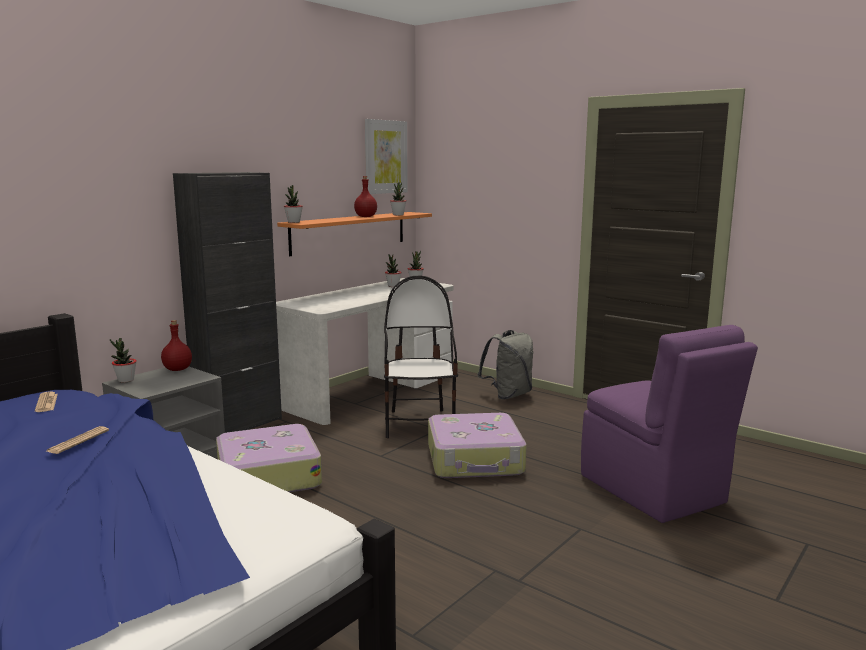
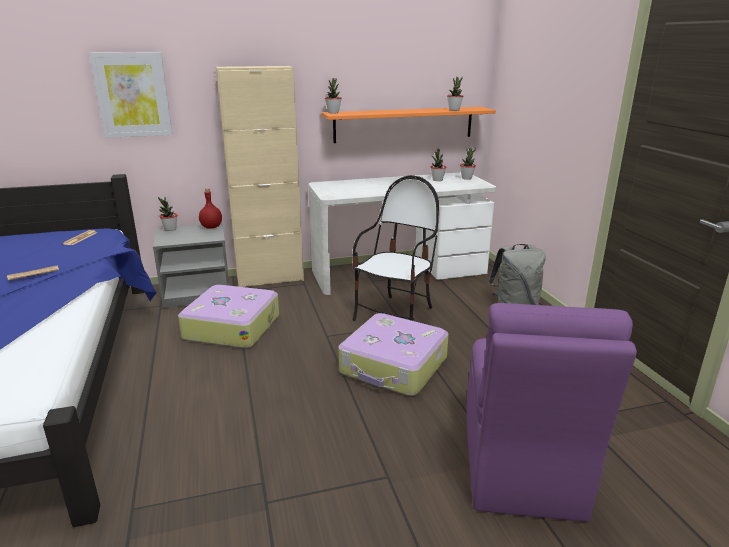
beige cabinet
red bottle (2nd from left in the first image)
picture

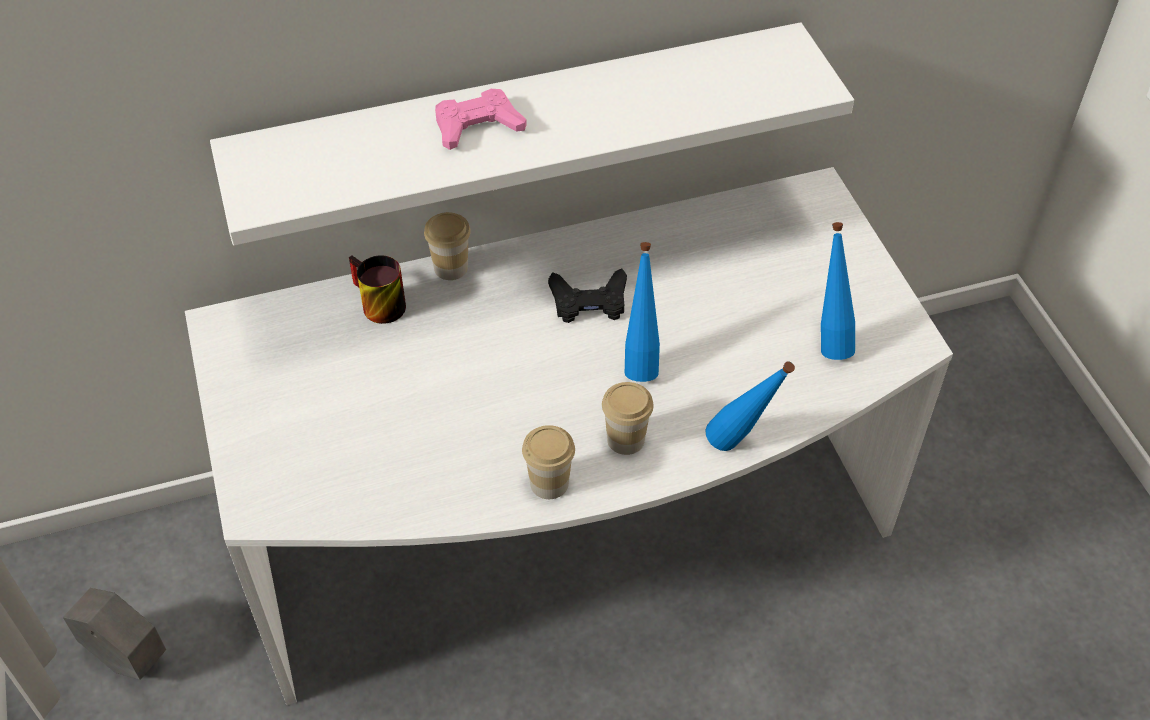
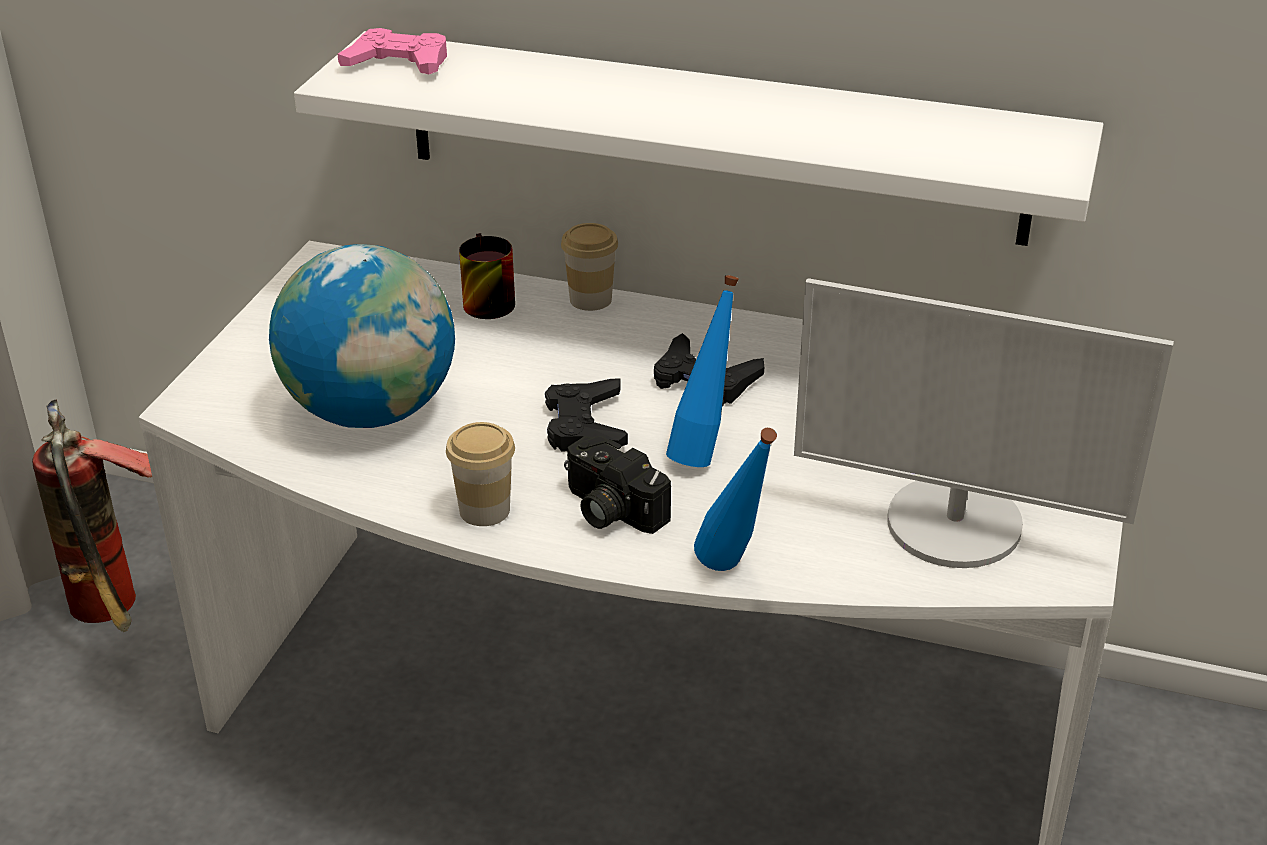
fire extinguisher
pink game controller
photo camera
monitor
globe
black game controller (1st from left)

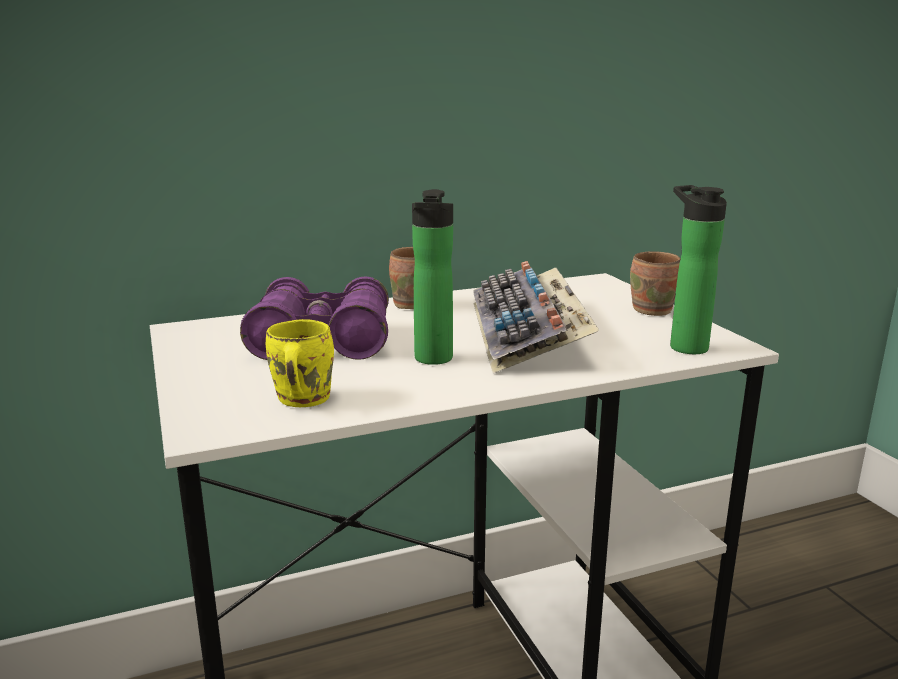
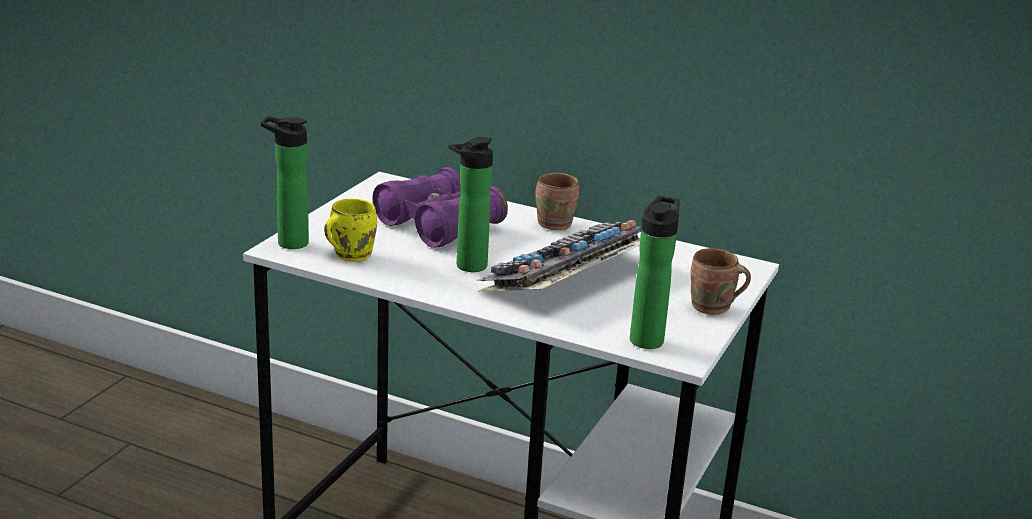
bottle (1st from left)

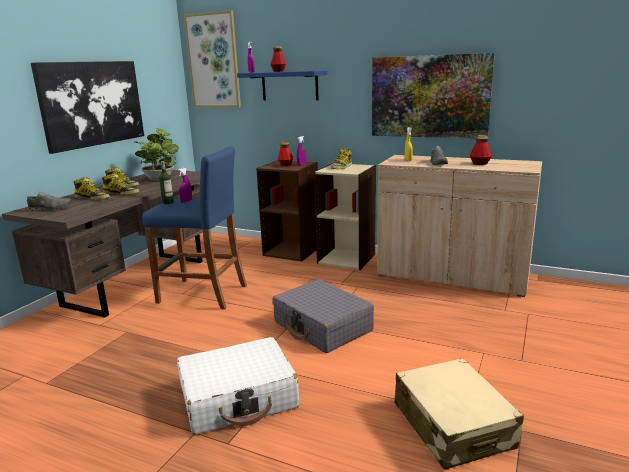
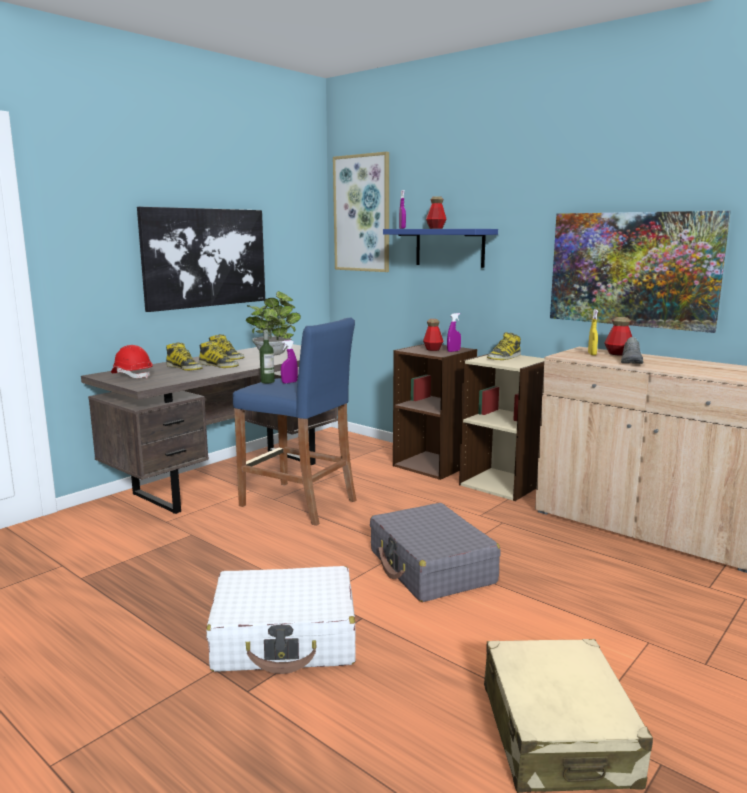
red hard hat
bottle (4th from left)

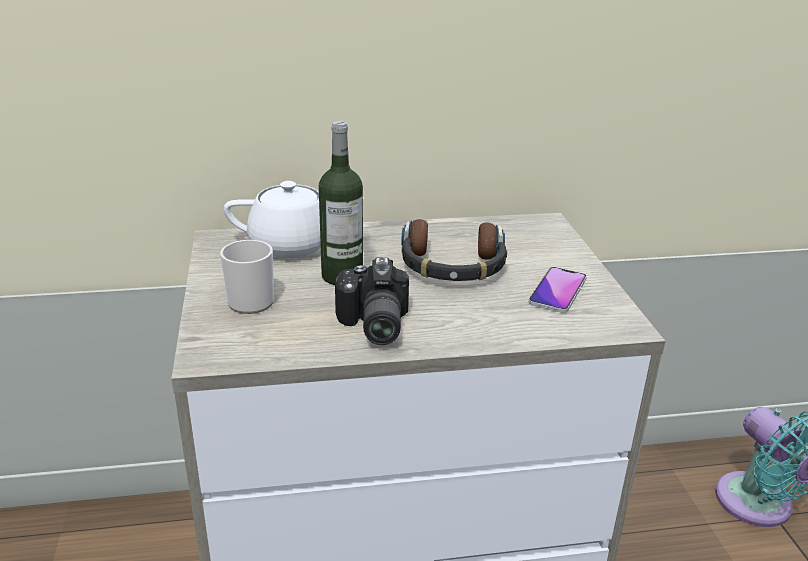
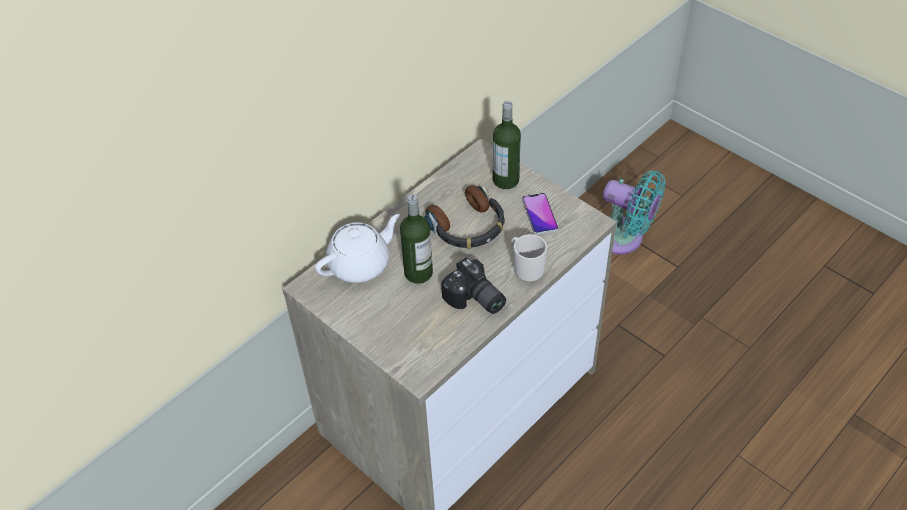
mug
bottle (2nd from left)

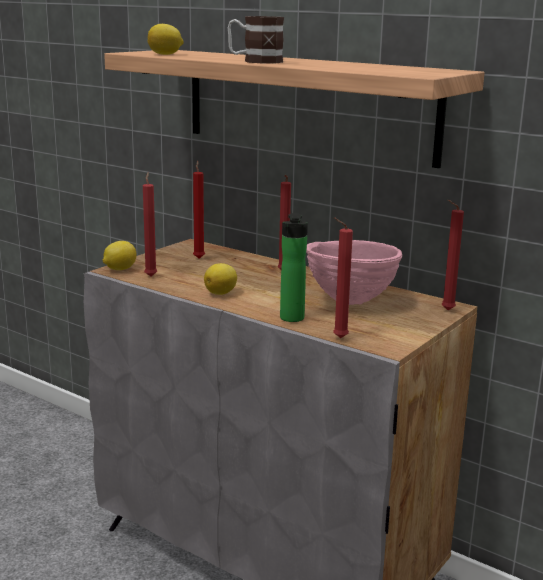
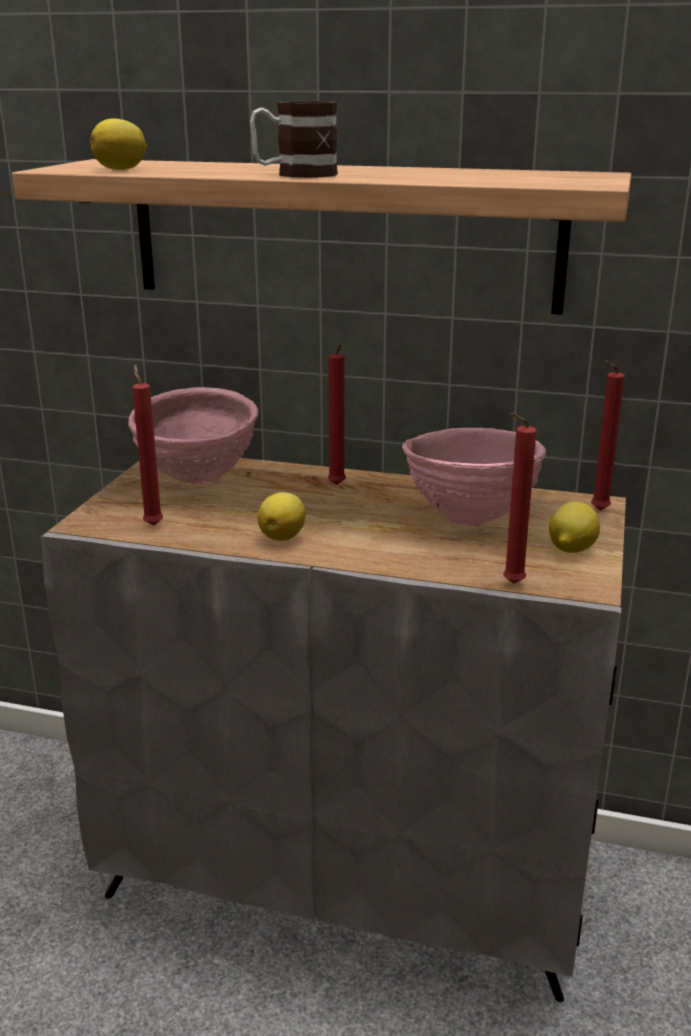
lemon (3rd from left)
pink bowl (1st from left)
bottle

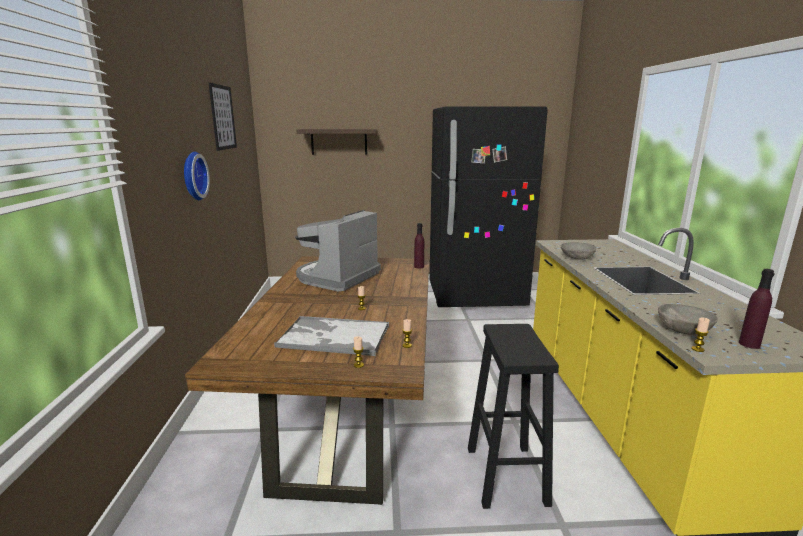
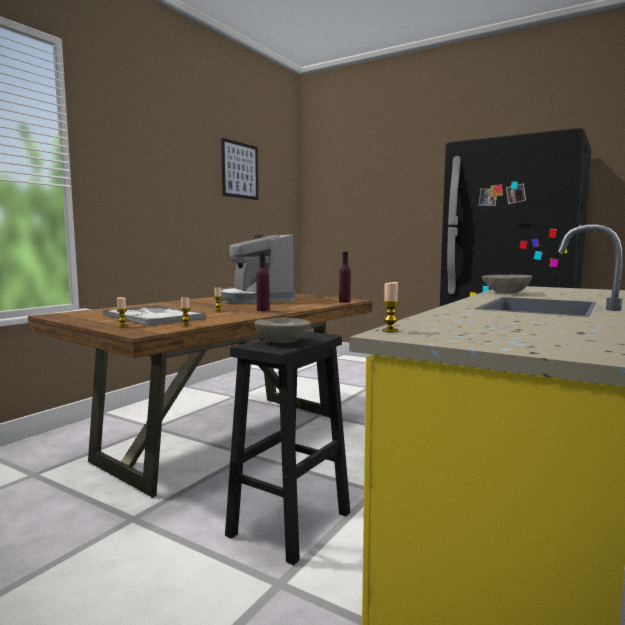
wall clock
coffee machine
shelf
grey bowl (1st from left)
purple bottle (1st from left)

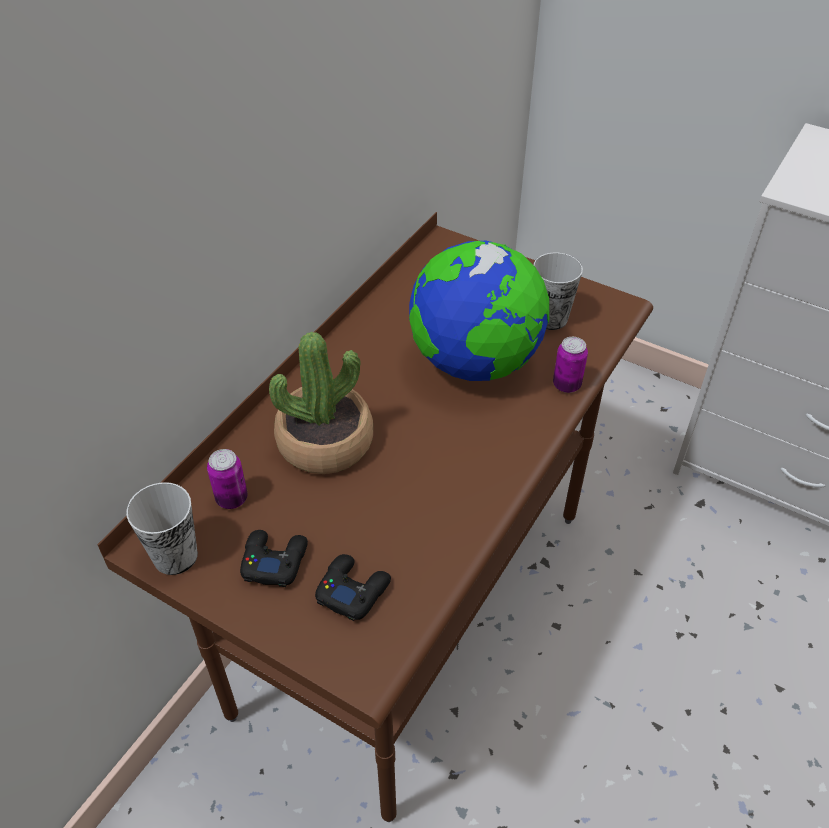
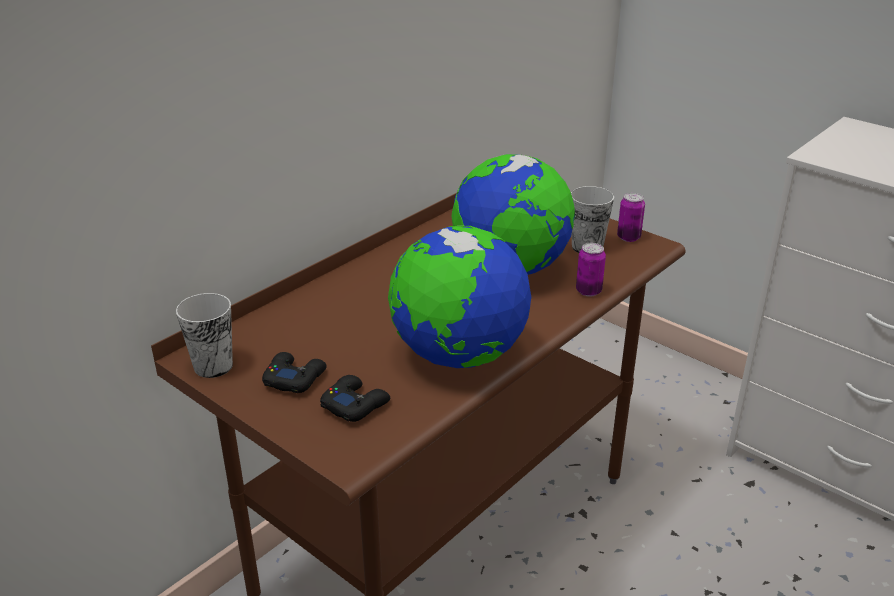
can (2nd from left)
potted plant
globe (1st from left)

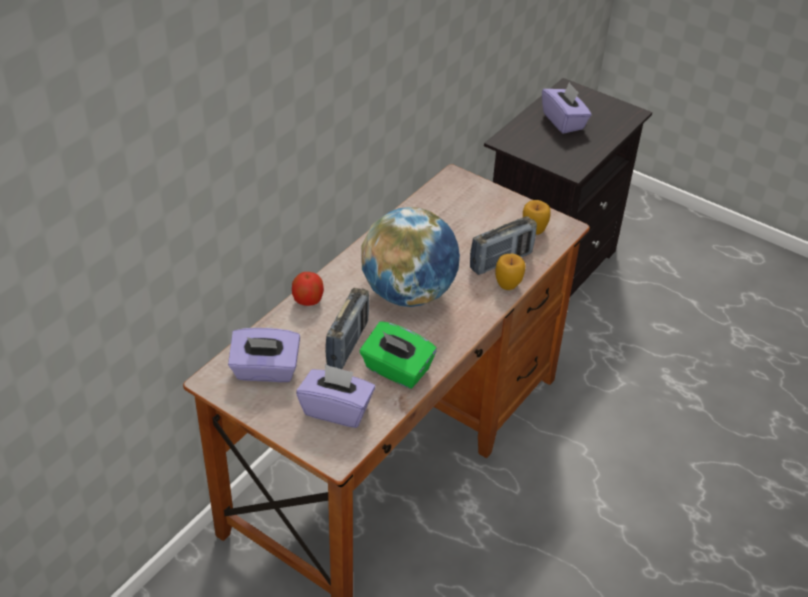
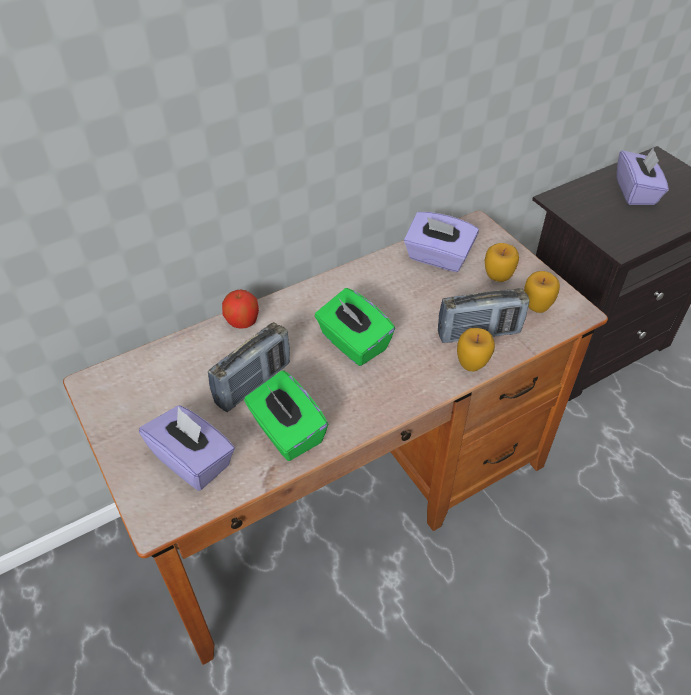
purple tissue box (2nd from left)
green tissue box (2nd from left)
apple (3rd from left)

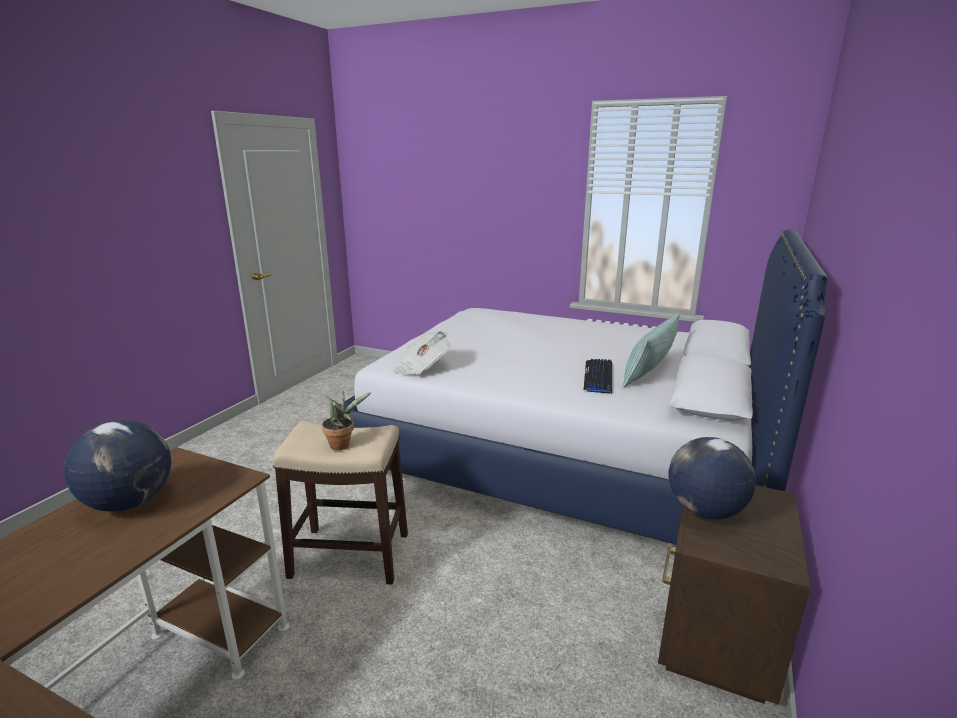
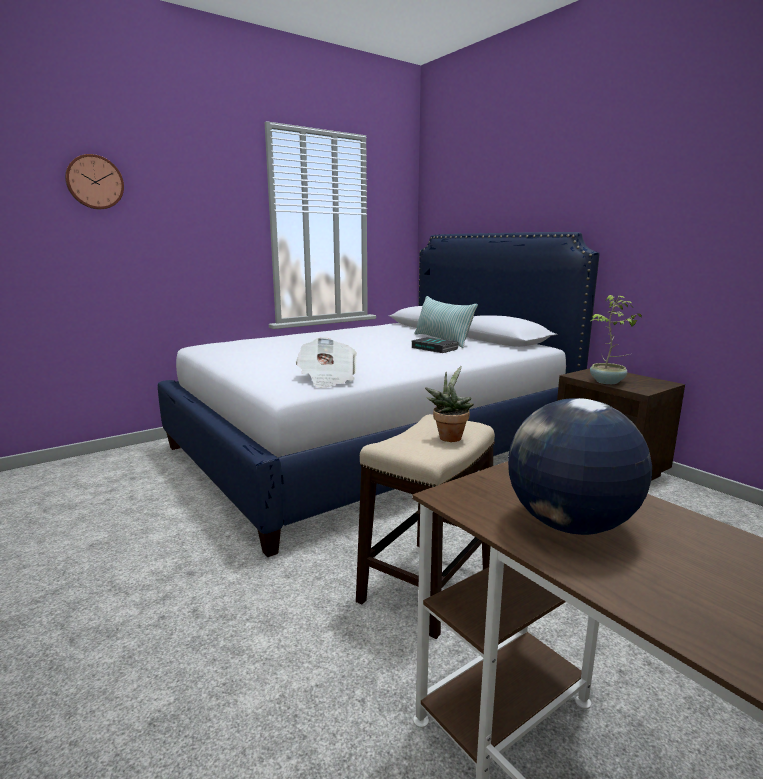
book
potted plant (2nd from left)
wall clock

